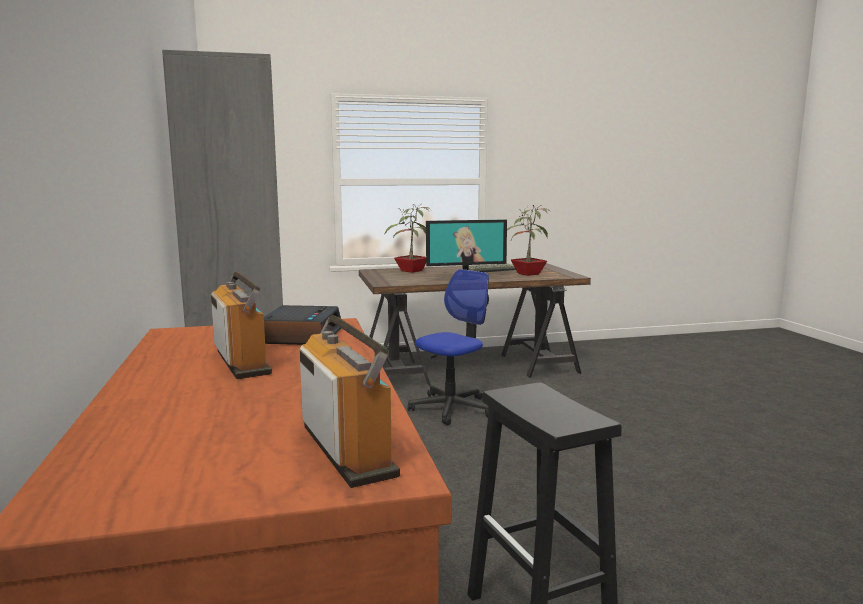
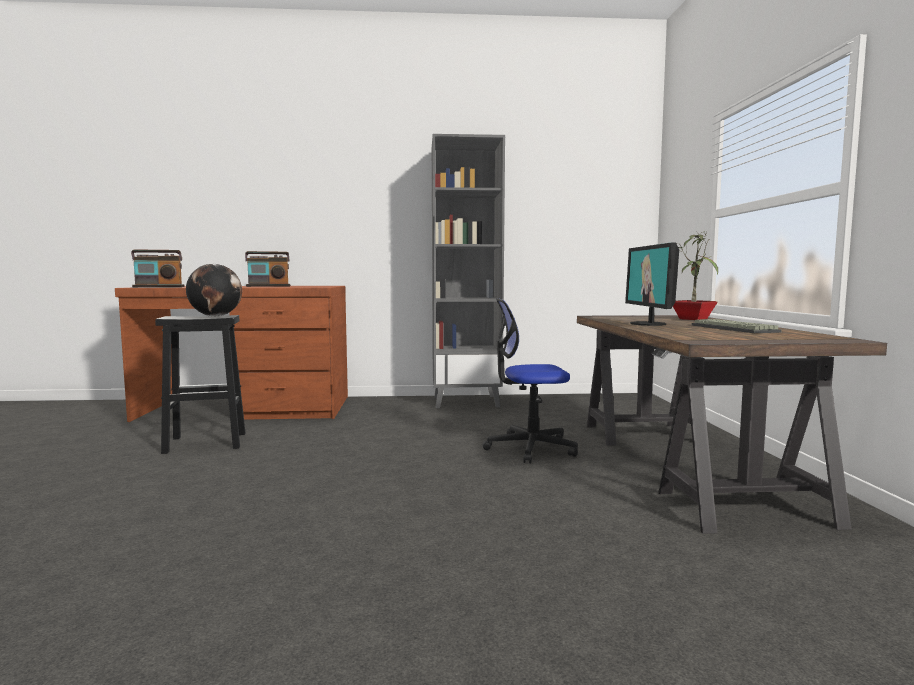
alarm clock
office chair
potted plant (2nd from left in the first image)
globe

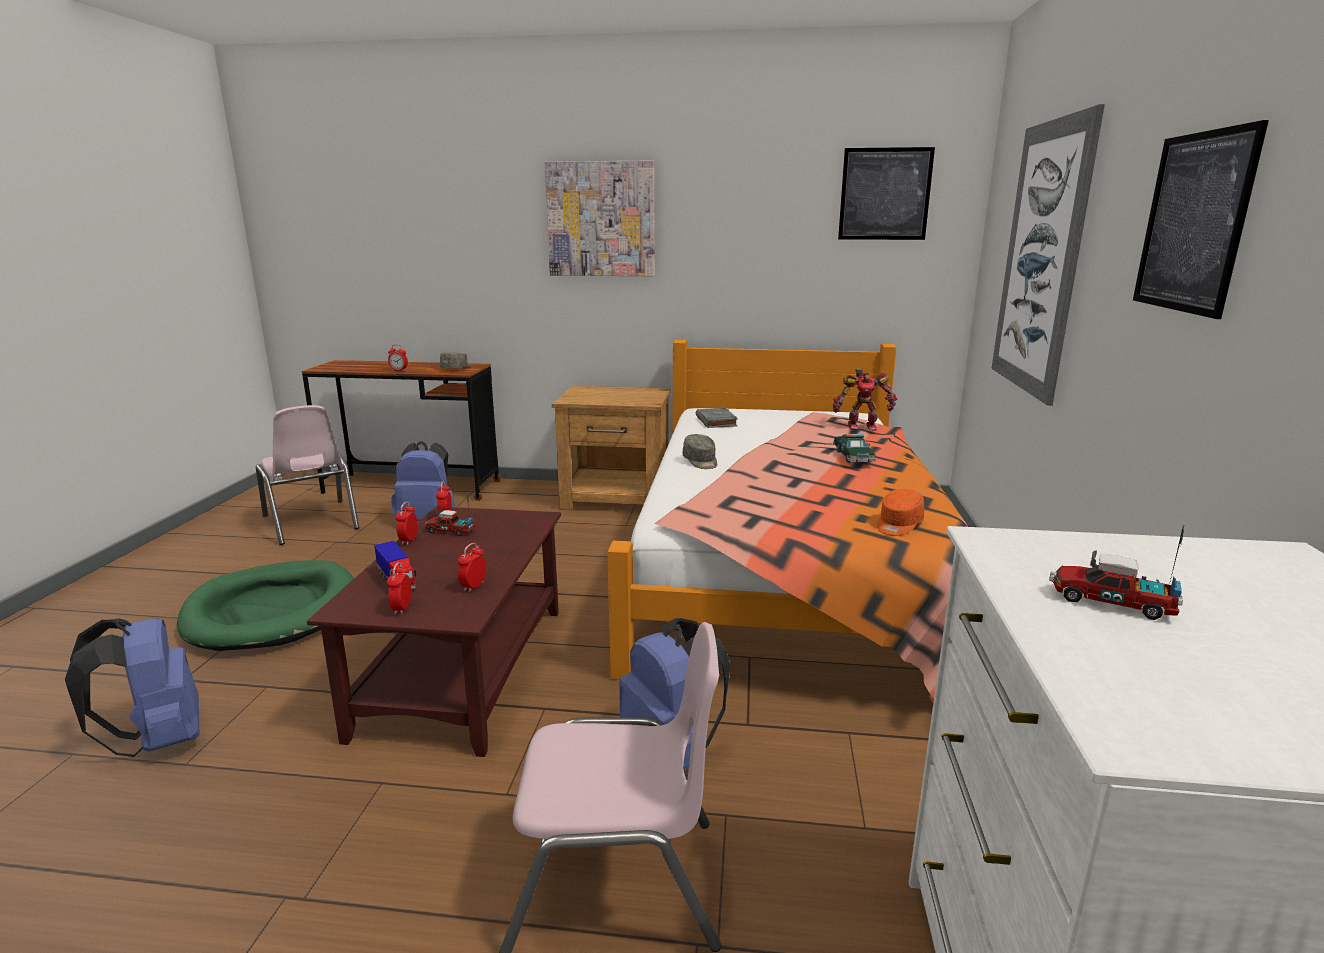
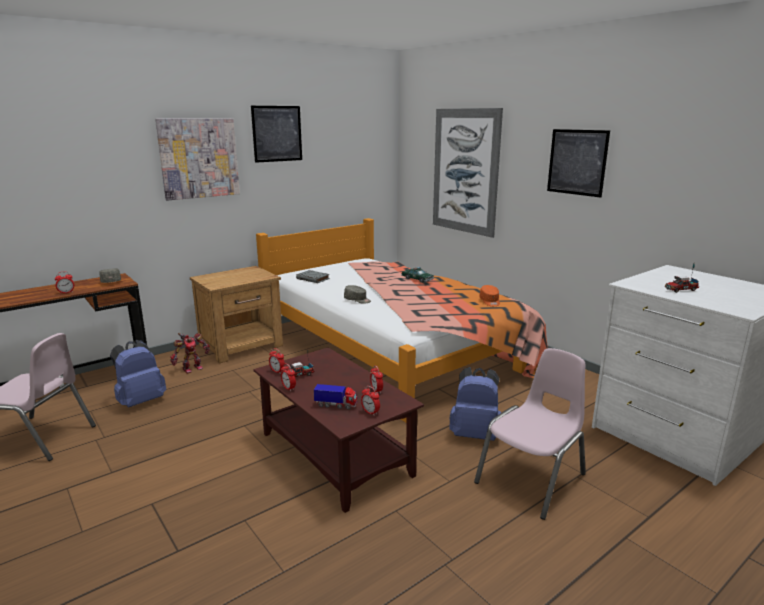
blue backpack (1st from left in the first image)
green dog bed
toy robot
picture (2nd from left)

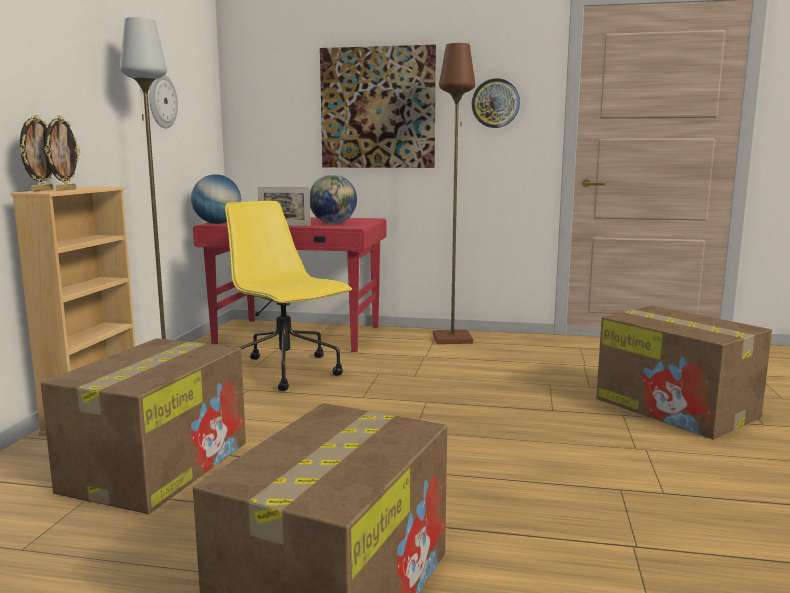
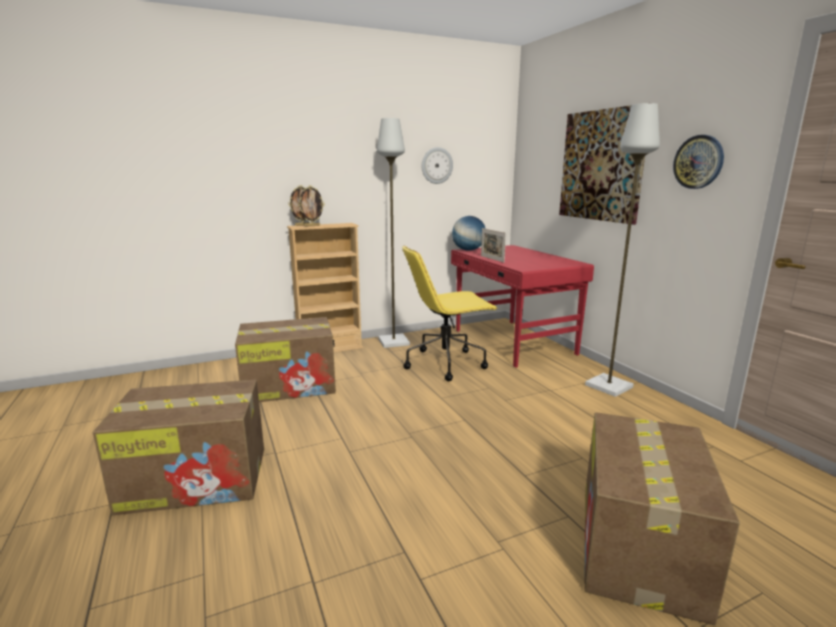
yellow office chair
globe (2nd from left in the first image)
grey floor lamp (2nd from left)

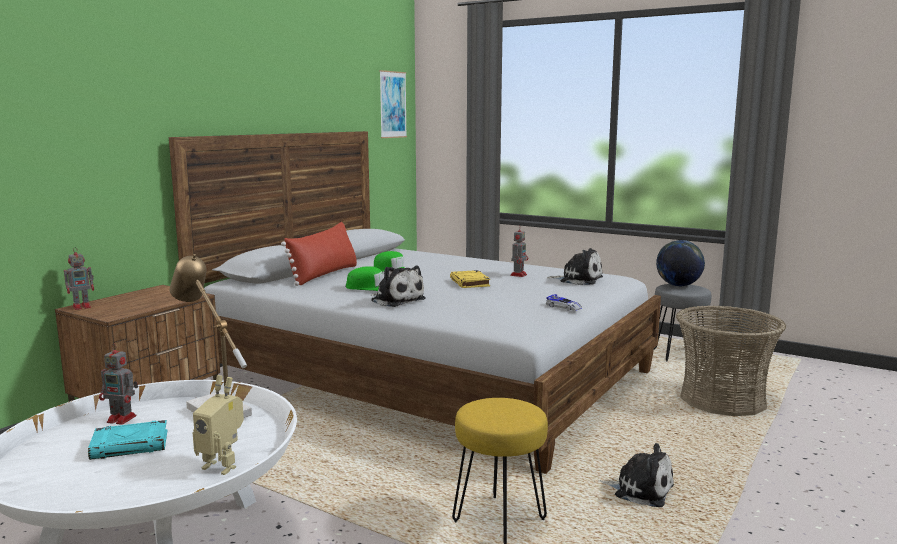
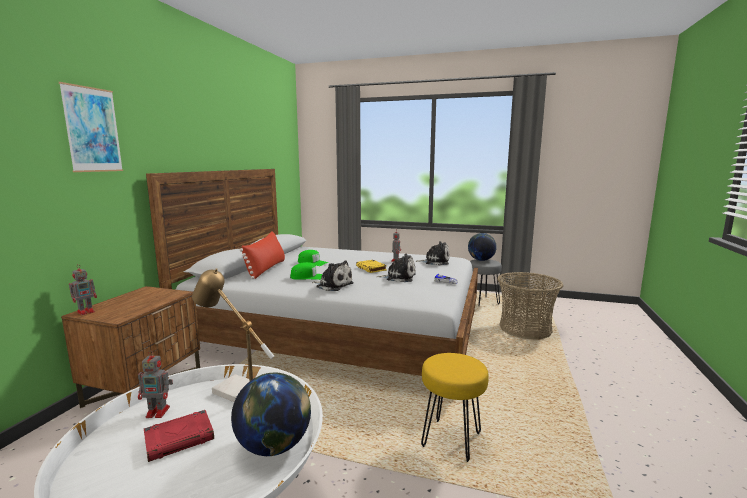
red book
globe (1st from left)
picture
plush toy (2nd from left)

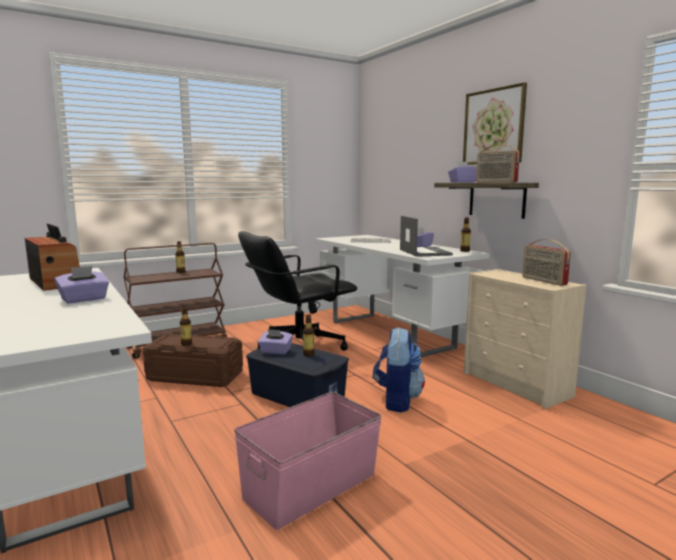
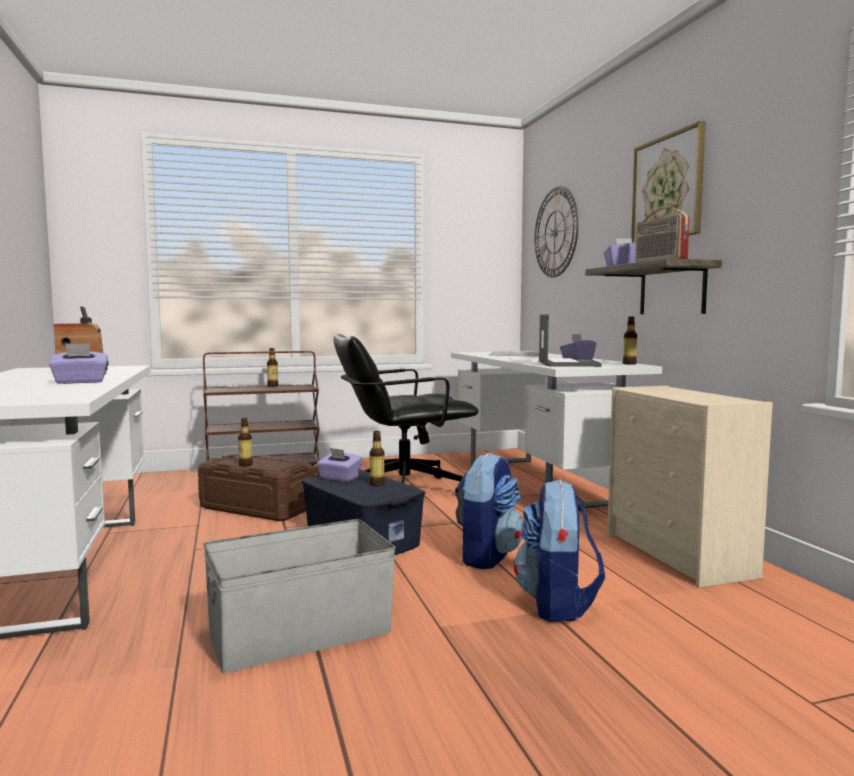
grey storage box
radio (3rd from left in the first image)
backpack (2nd from left)
wall clock

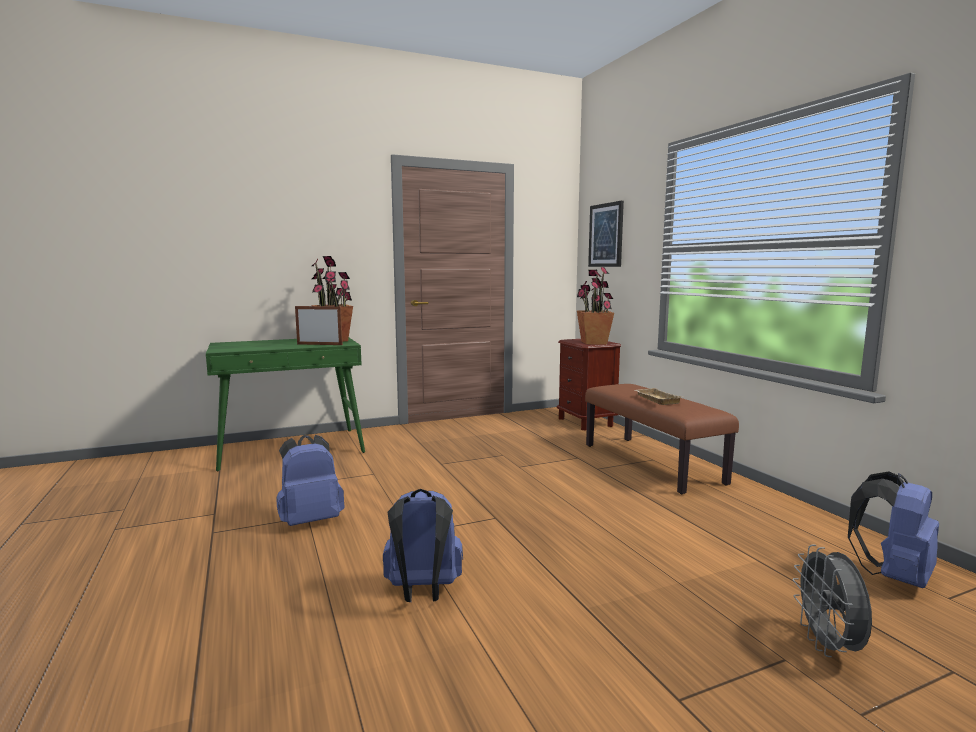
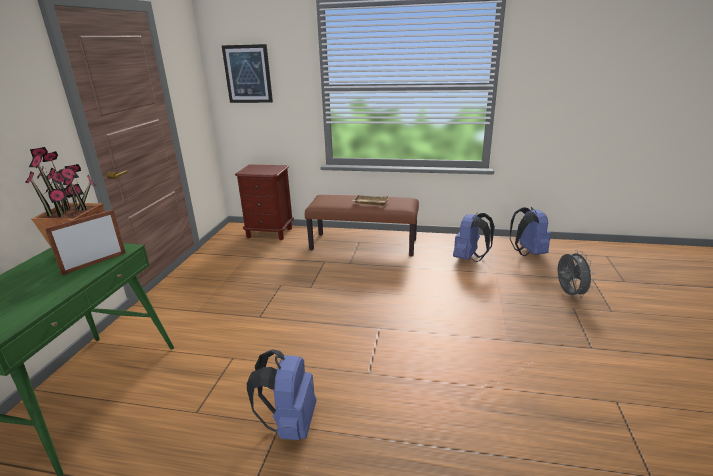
blue backpack (2nd from left)
potted plant (2nd from left in the first image)
grey fan

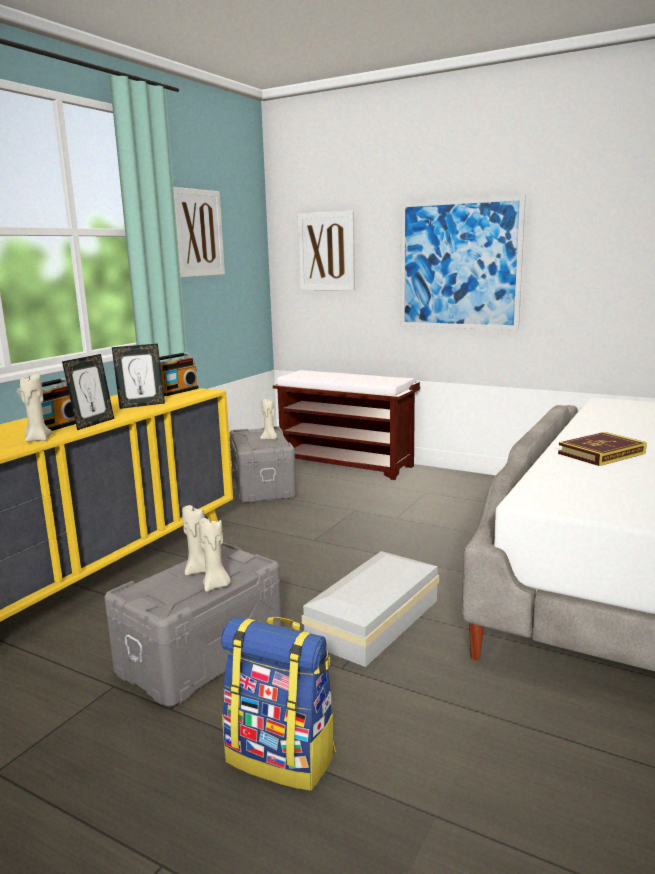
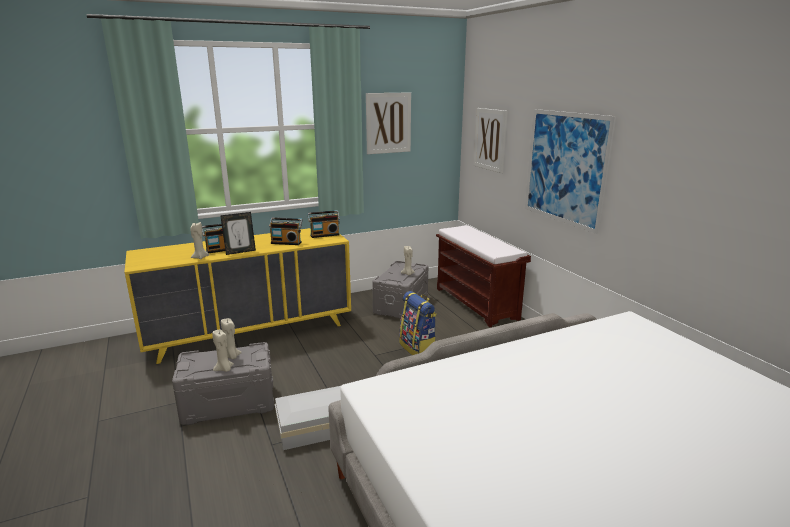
radio (2nd from left)
backpack
book

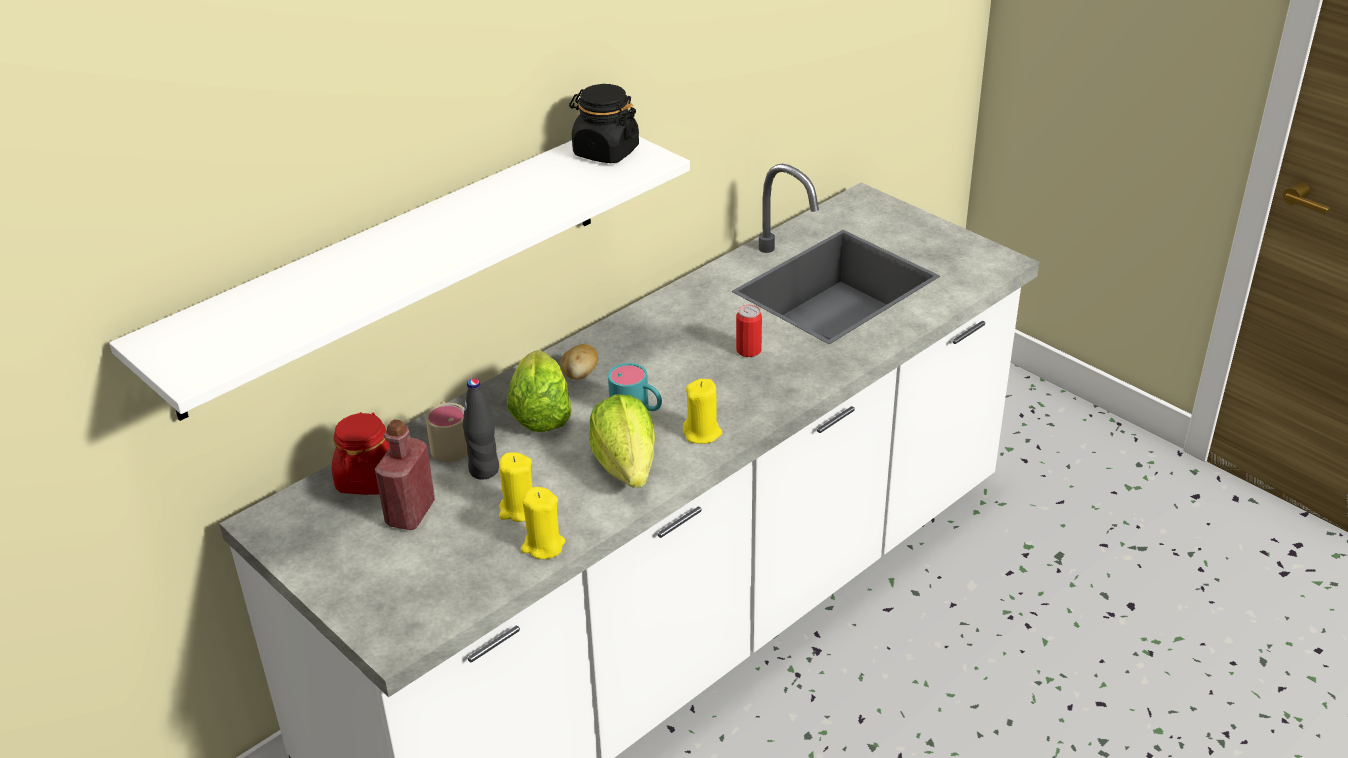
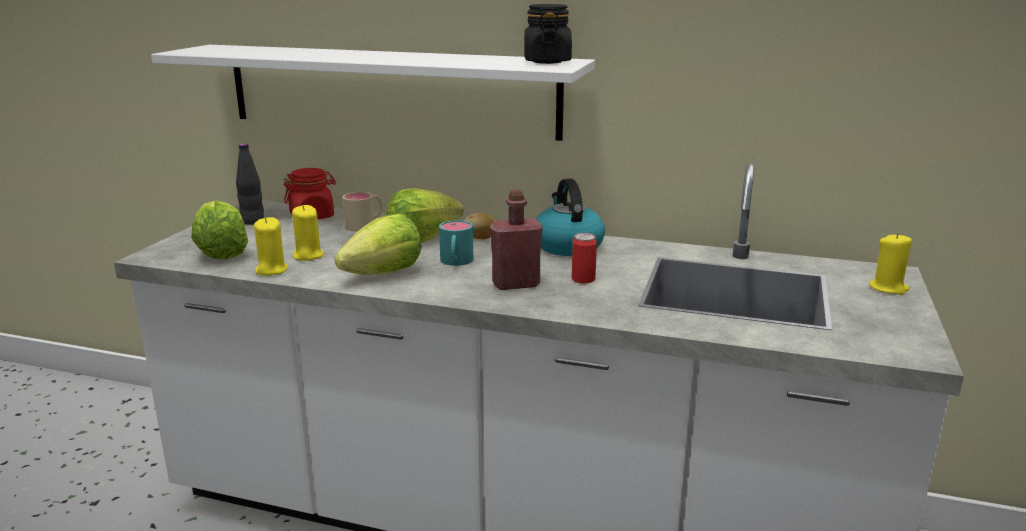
red bottle
black bottle
yellow candle (3rd from left)
lettuce (1st from left)
kettle

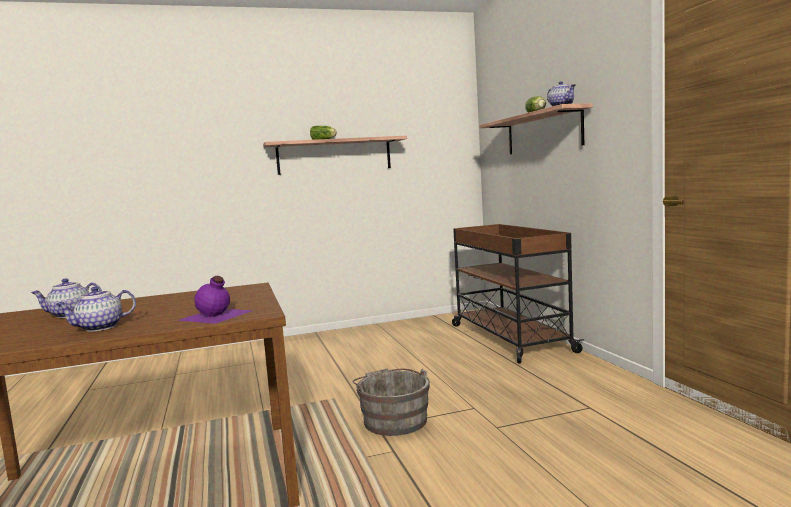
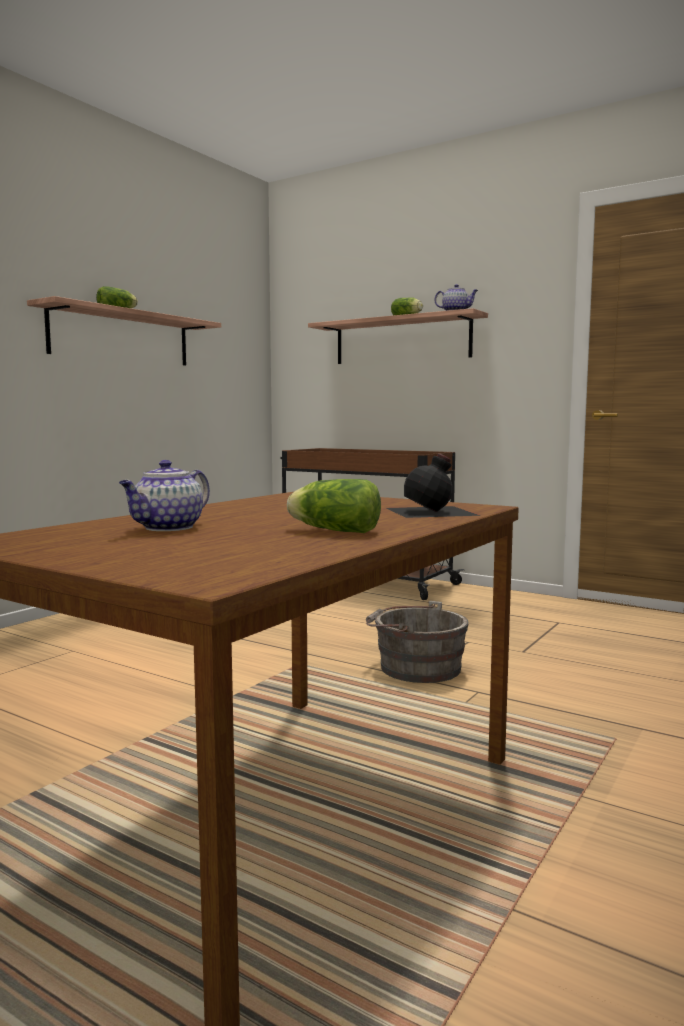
lettuce (2nd from left)
black bottle

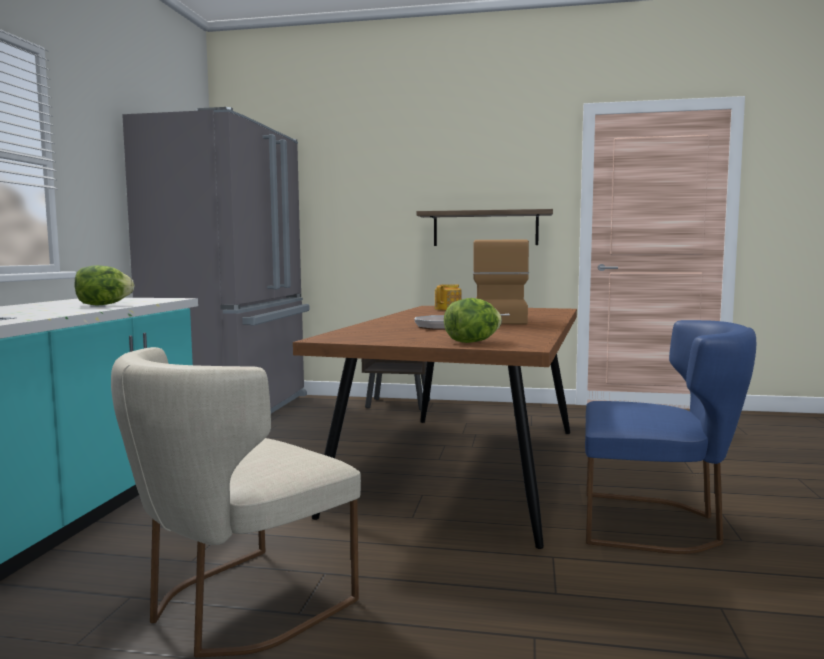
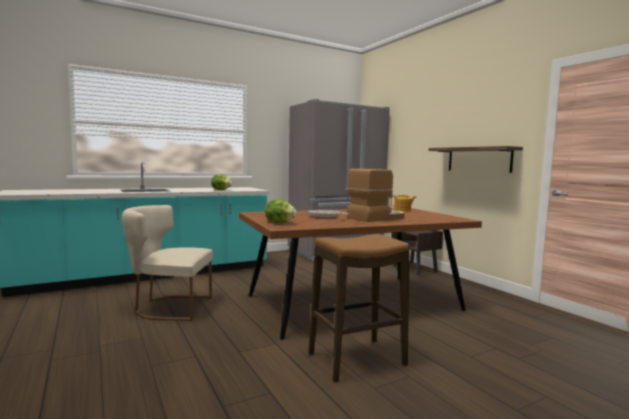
stool

